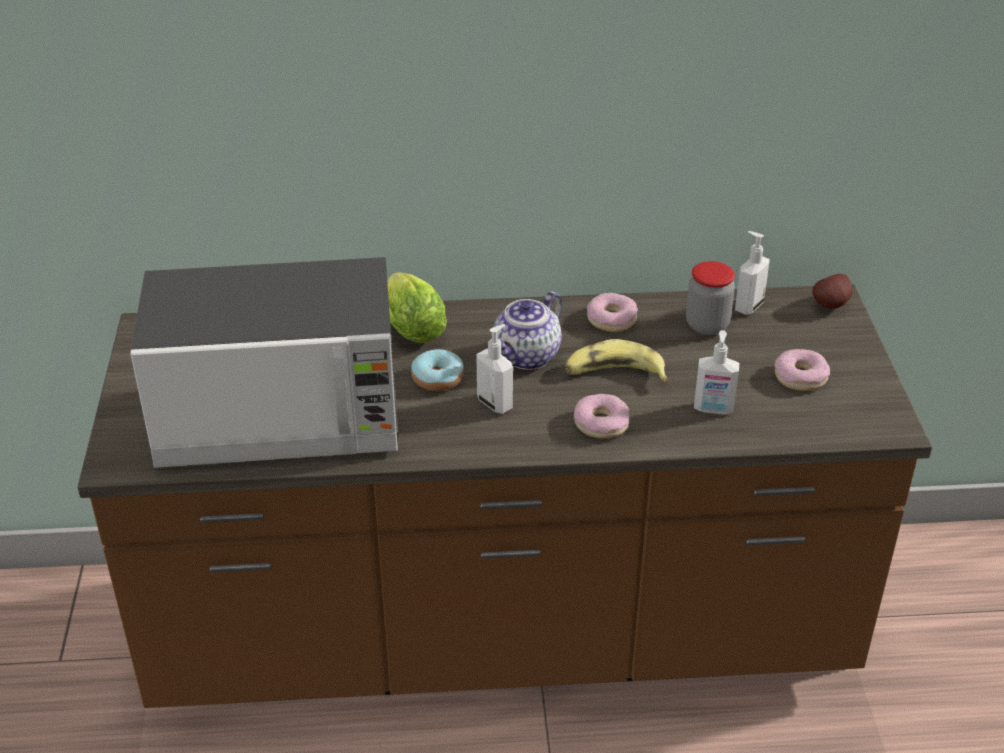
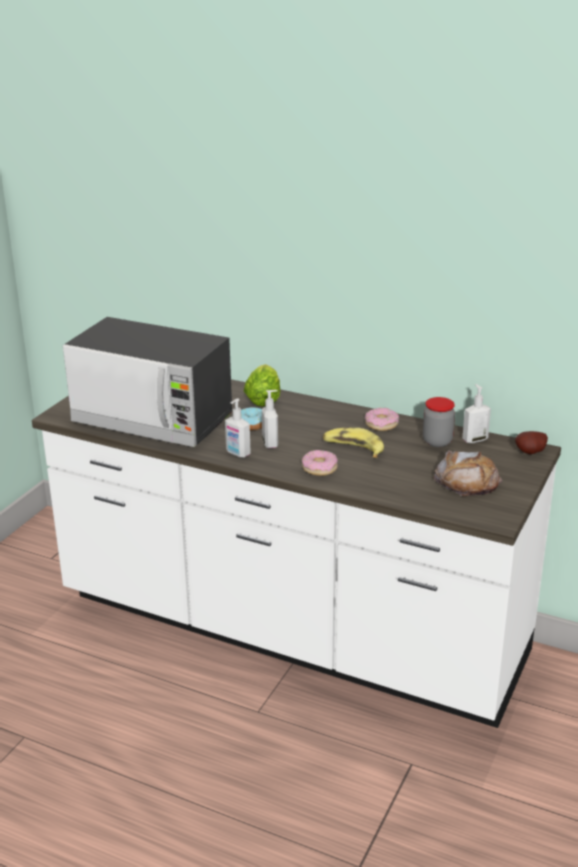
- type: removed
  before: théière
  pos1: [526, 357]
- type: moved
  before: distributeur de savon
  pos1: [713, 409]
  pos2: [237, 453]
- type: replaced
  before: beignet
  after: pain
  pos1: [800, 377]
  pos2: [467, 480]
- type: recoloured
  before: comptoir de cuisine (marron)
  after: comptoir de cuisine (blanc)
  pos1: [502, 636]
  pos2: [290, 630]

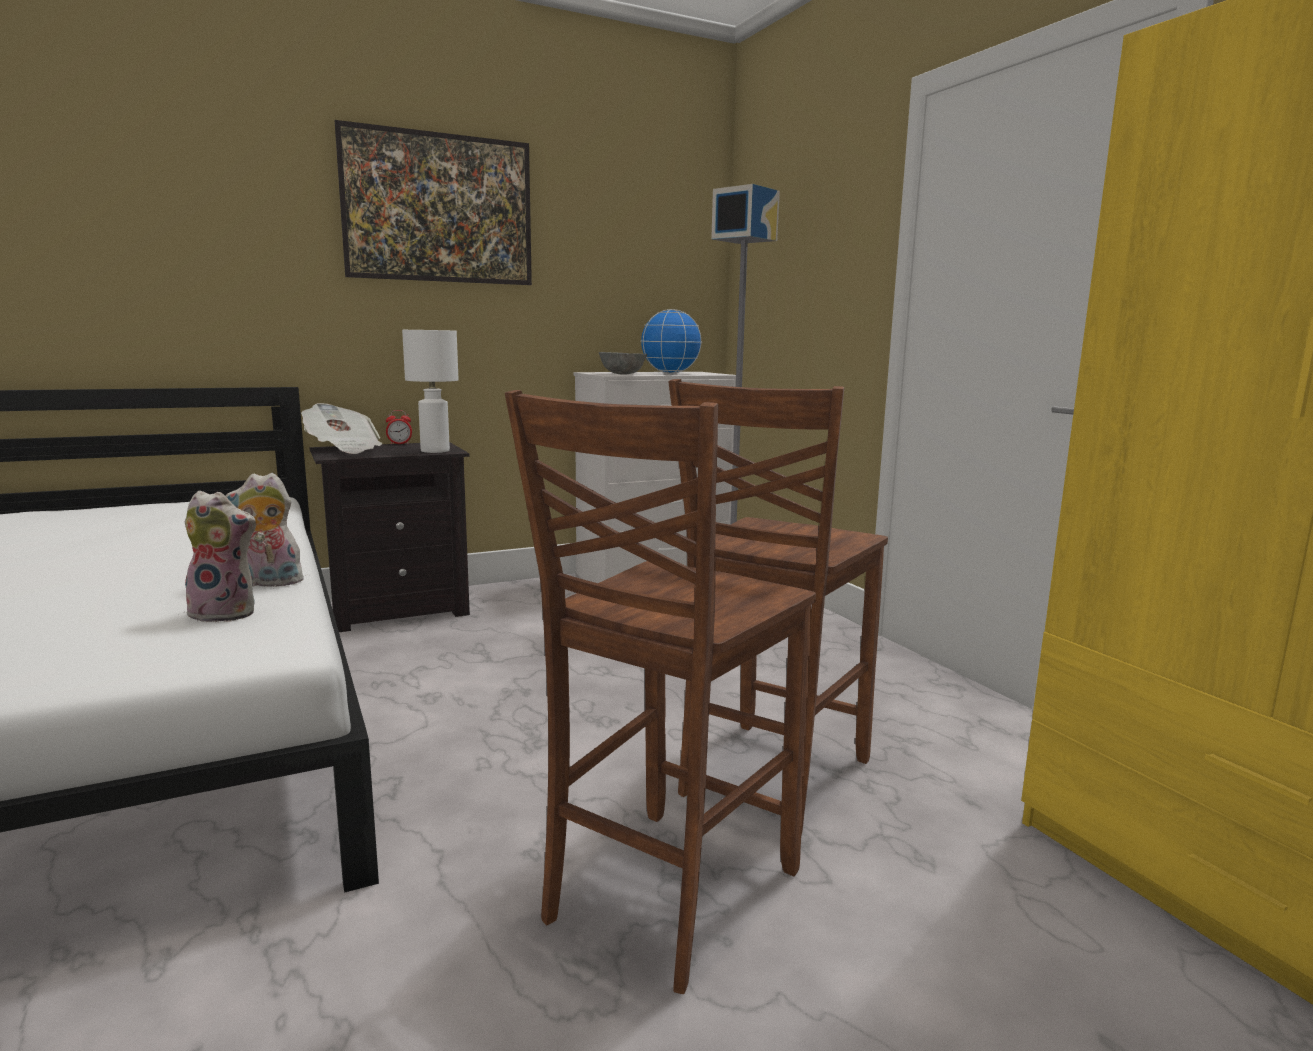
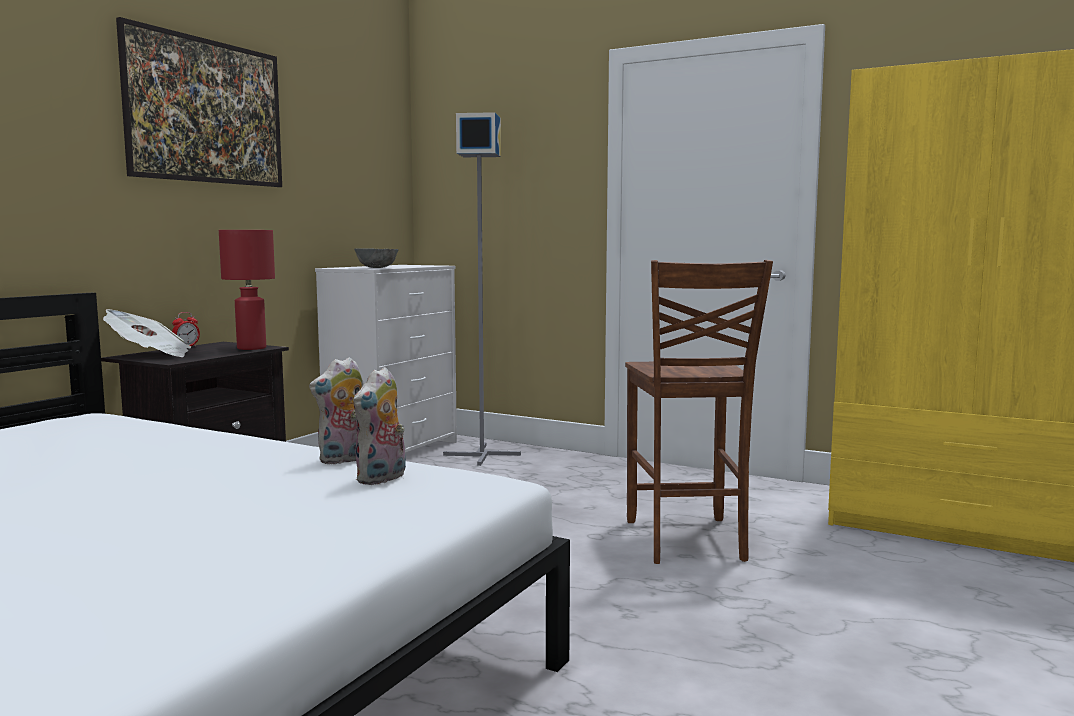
- type: removed
  before: chaise (marron)
  pos1: [665, 895]
- type: removed
  before: globe
  pos1: [670, 373]
- type: recoloured
  before: lampe de table (blanc)
  after: lampe de table (rouge)
  pos1: [436, 451]
  pos2: [252, 348]
- type: turned
  before: peluche
  pos1: [227, 613]
  pos2: [382, 479]
  turn: 150

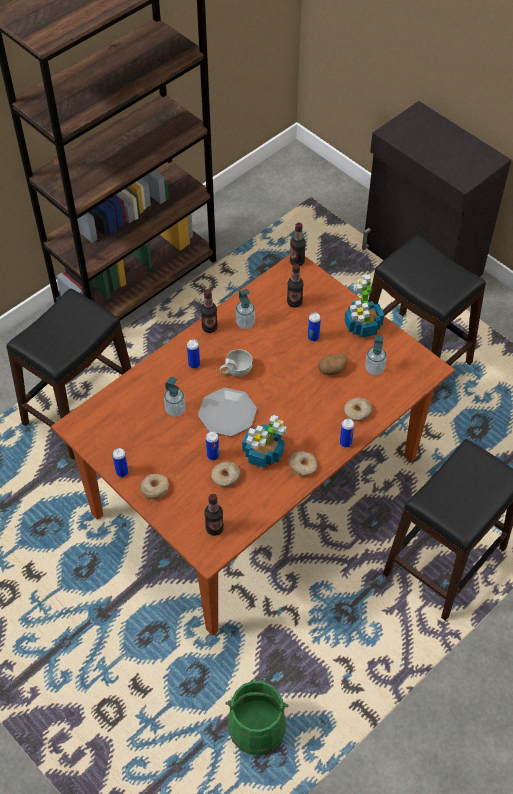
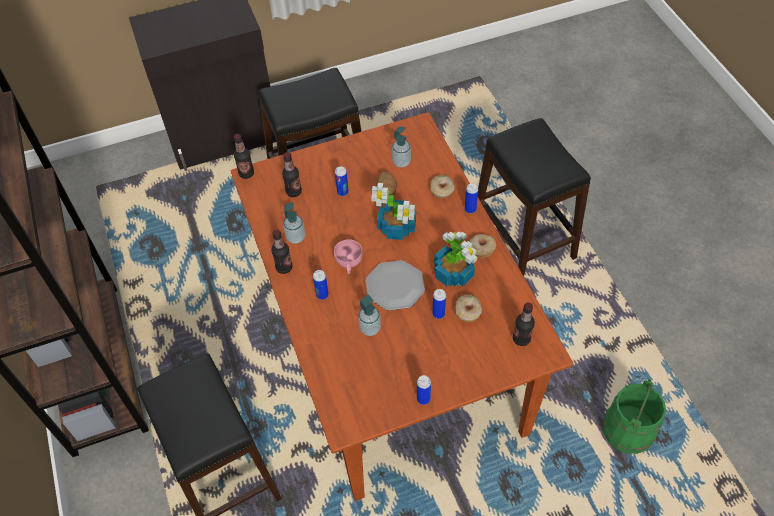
- type: removed
  before: beignet
  pos1: [155, 489]
- type: moved
  before: plante en pot
  pos1: [362, 326]
  pos2: [397, 228]
- type: recoloured
  before: tasse (blanc)
  after: tasse (rose)
  pos1: [235, 371]
  pos2: [349, 263]

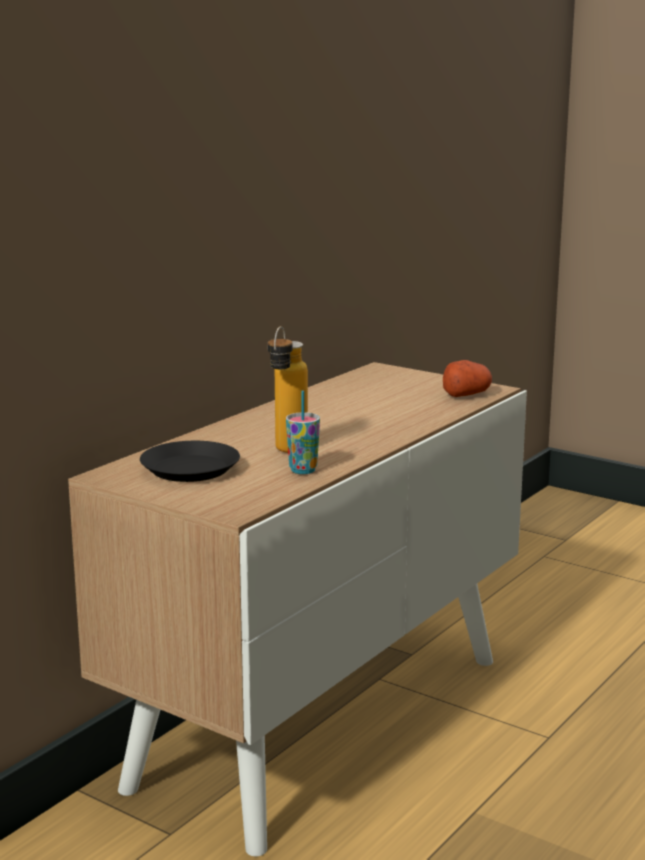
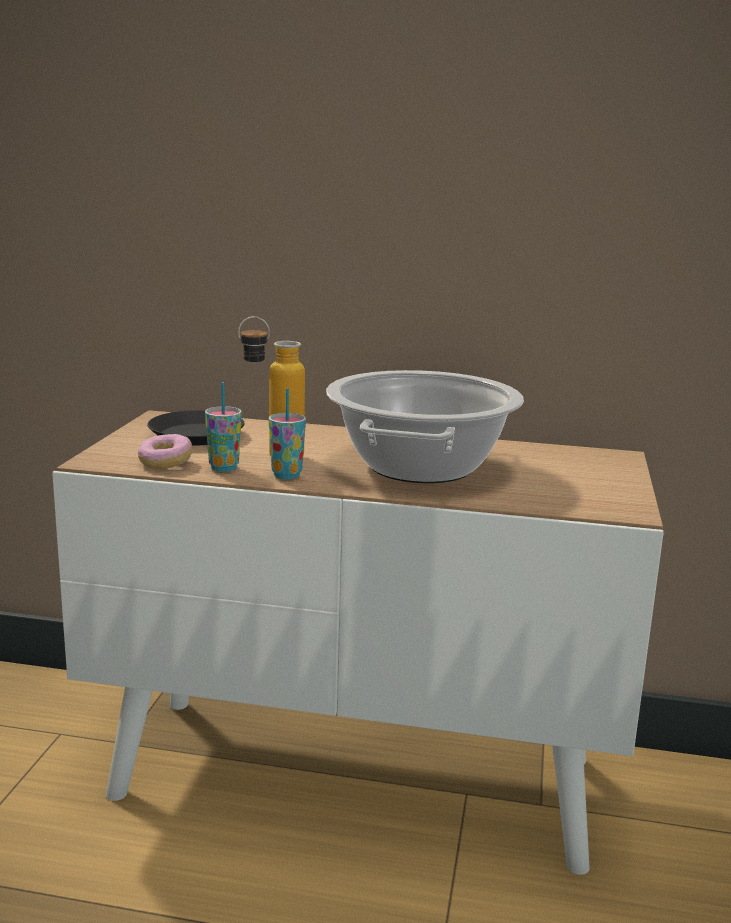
- type: removed
  before: pomme de terre
  pos1: [466, 394]
- type: added
  after: beignet
  pos2: [165, 463]
- type: added
  after: tasse
  pos2: [286, 475]
- type: added
  after: marmite
  pos2: [421, 467]

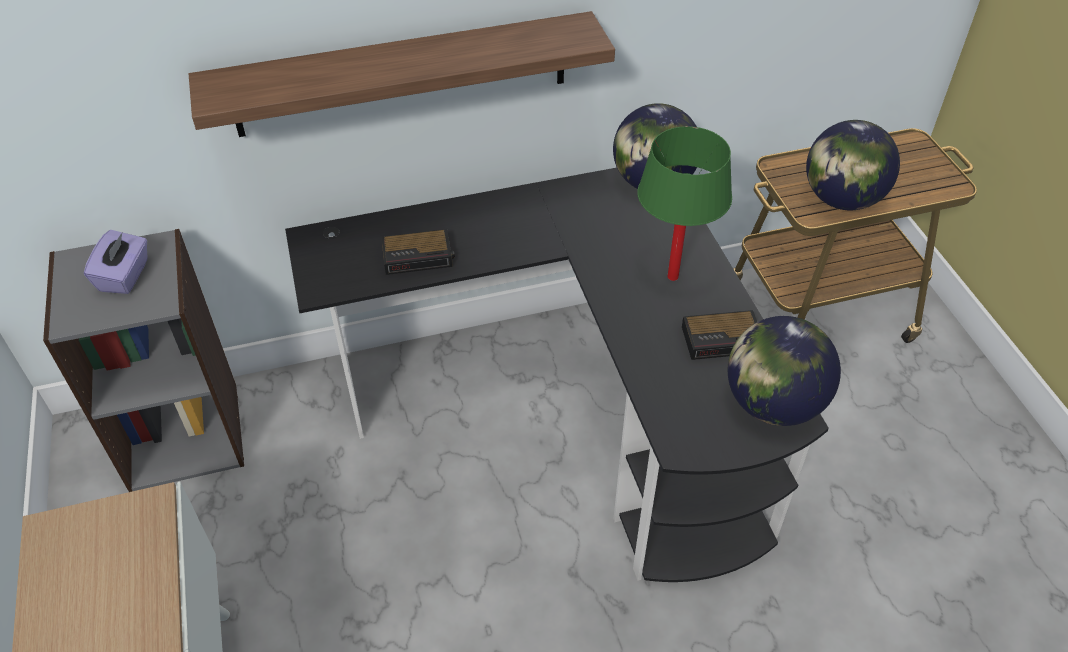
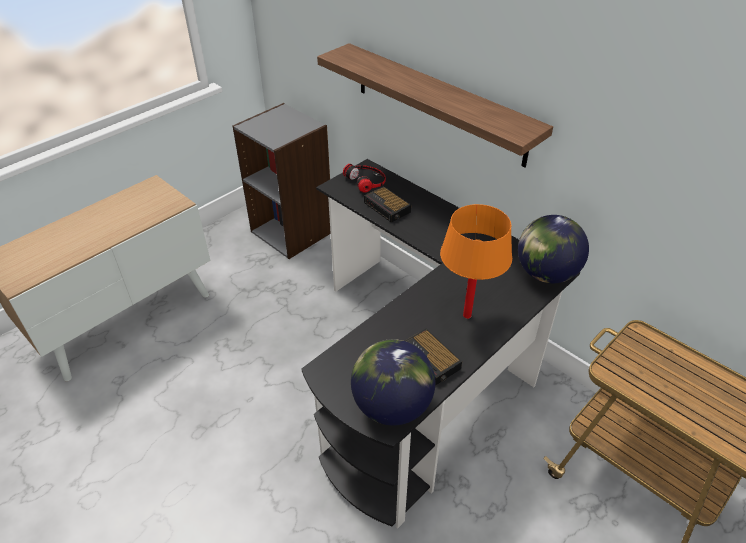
- type: removed
  before: boîte à mouchoirs (violet)
  pos1: [125, 276]
- type: removed
  before: globe
  pos1: [842, 200]
- type: added
  after: casque audio
  pos2: [366, 180]
- type: recoloured
  before: lampe de table (vert)
  after: lampe de table (orange)
  pos1: [673, 277]
  pos2: [467, 315]

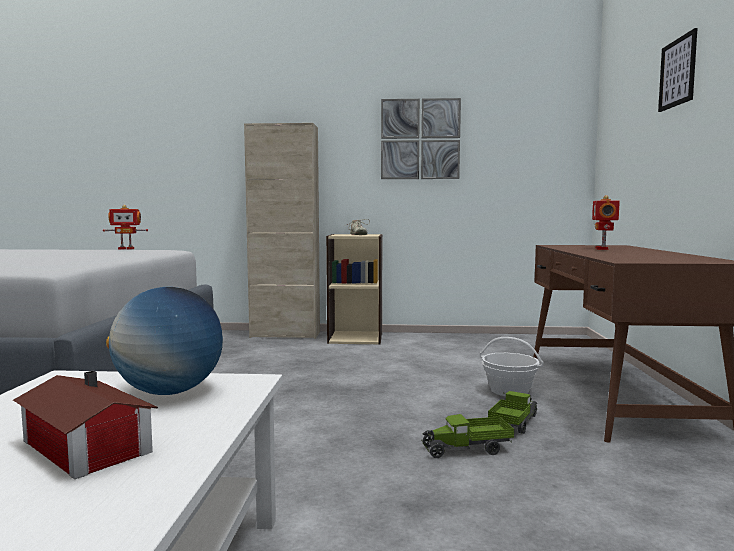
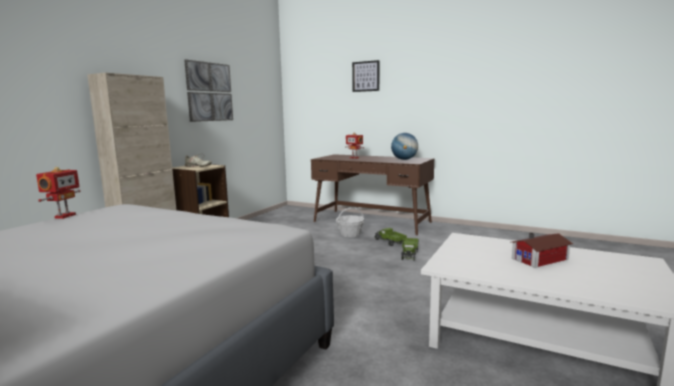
- type: moved
  before: globe
  pos1: [169, 392]
  pos2: [404, 159]

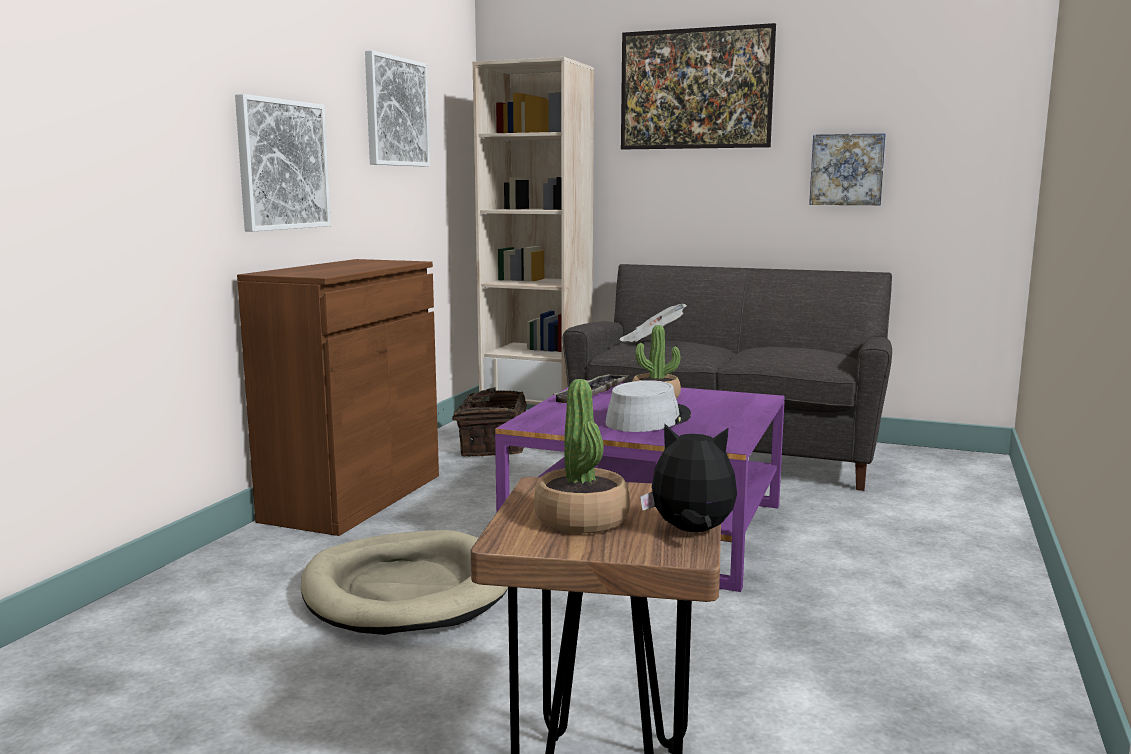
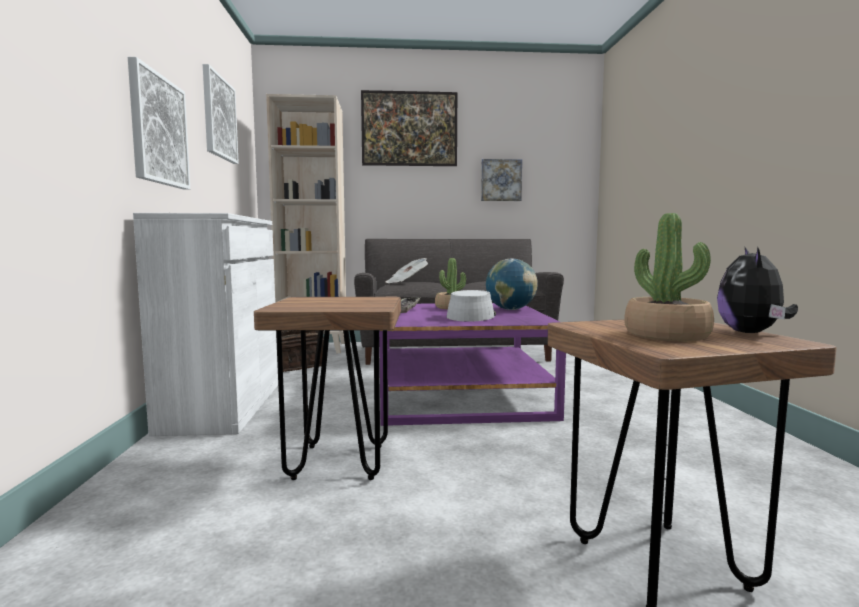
- type: added
  after: globe
  pos2: [510, 309]
- type: replaced
  before: panier pour chien (beige)
  after: tabouret (marron)
  pos1: [405, 590]
  pos2: [339, 461]
- type: recoloured
  before: meuble de rangement (marron)
  after: meuble de rangement (blanc)
  pos1: [354, 497]
  pos2: [223, 406]
- type: turned
  before: peluche
  pos1: [691, 532]
  pos2: [752, 333]
  turn: -60

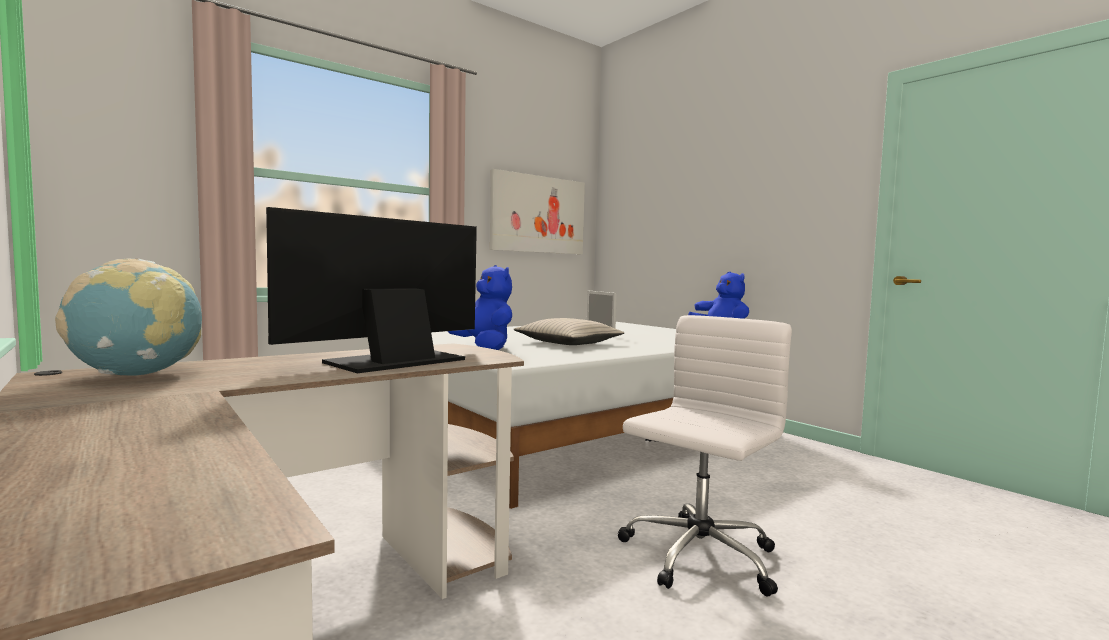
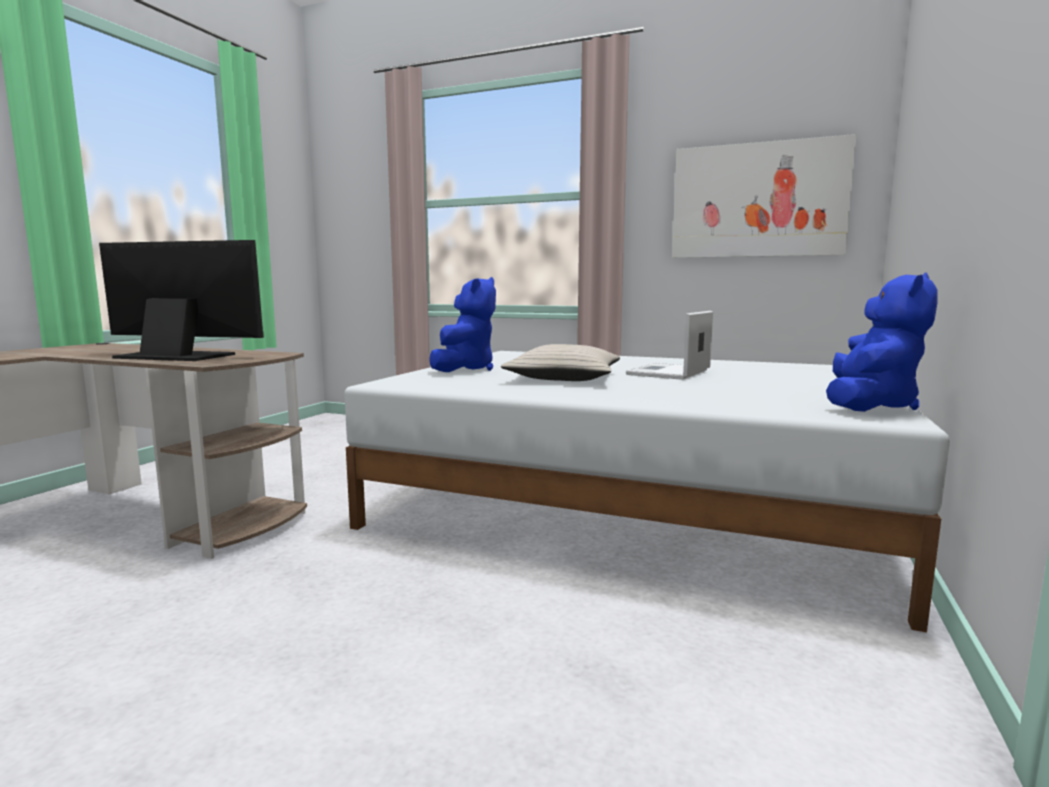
- type: removed
  before: globe
  pos1: [136, 375]
- type: removed
  before: chaise de bureau (blanc)
  pos1: [697, 557]

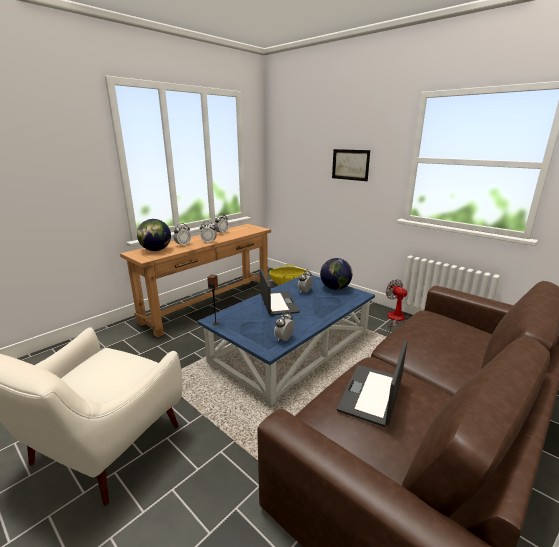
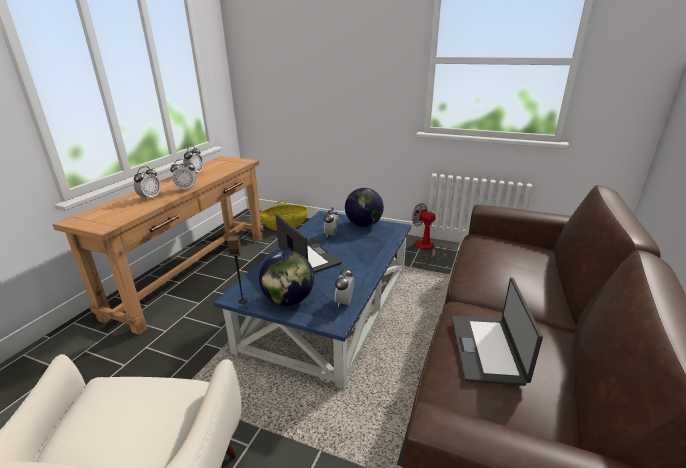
- type: removed
  before: tableau
  pos1: [350, 164]
- type: moved
  before: globe
  pos1: [156, 250]
  pos2: [288, 300]

